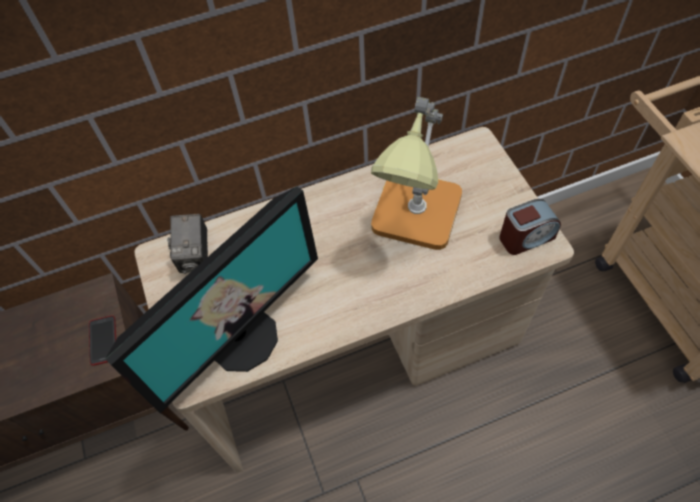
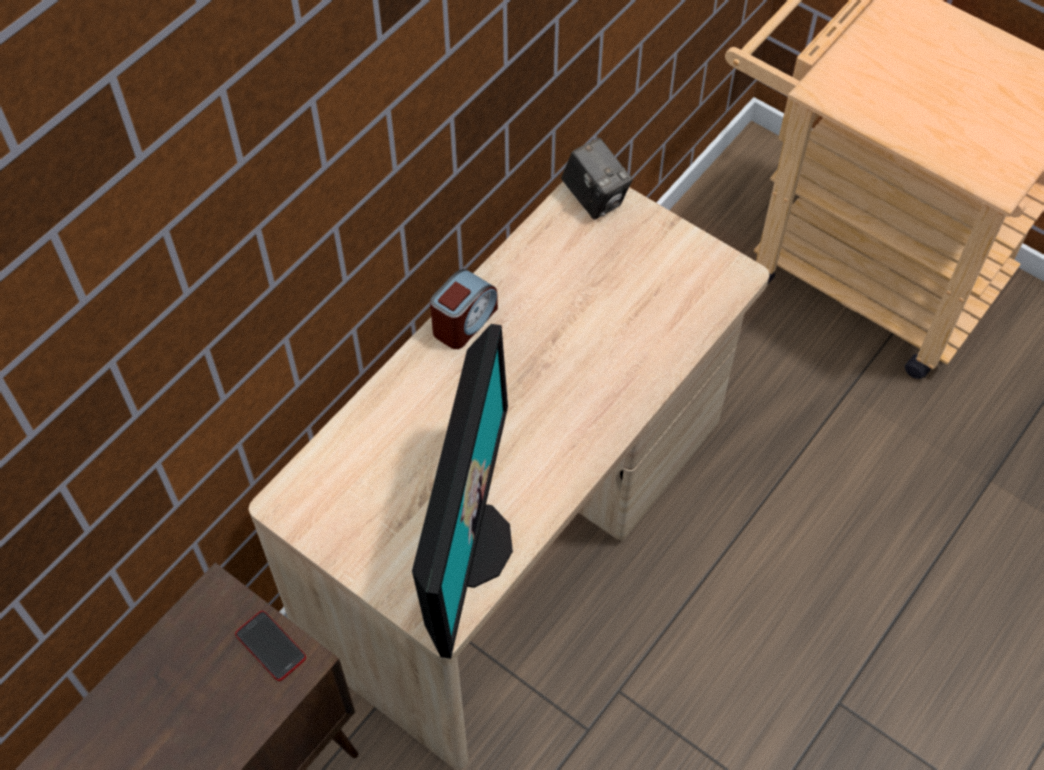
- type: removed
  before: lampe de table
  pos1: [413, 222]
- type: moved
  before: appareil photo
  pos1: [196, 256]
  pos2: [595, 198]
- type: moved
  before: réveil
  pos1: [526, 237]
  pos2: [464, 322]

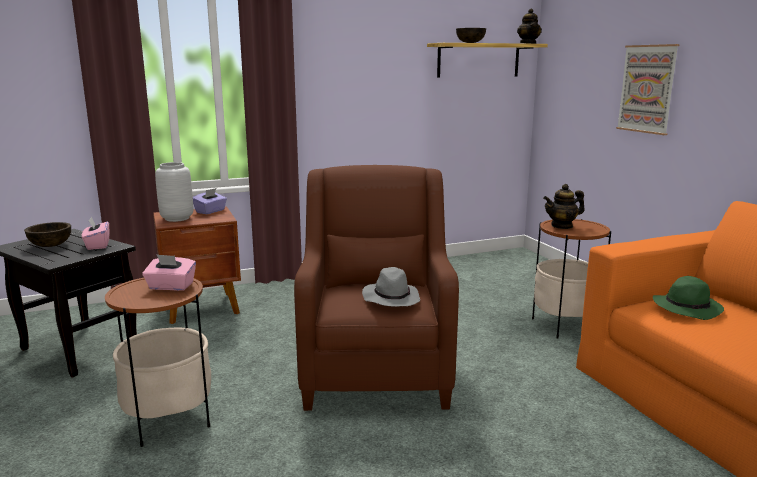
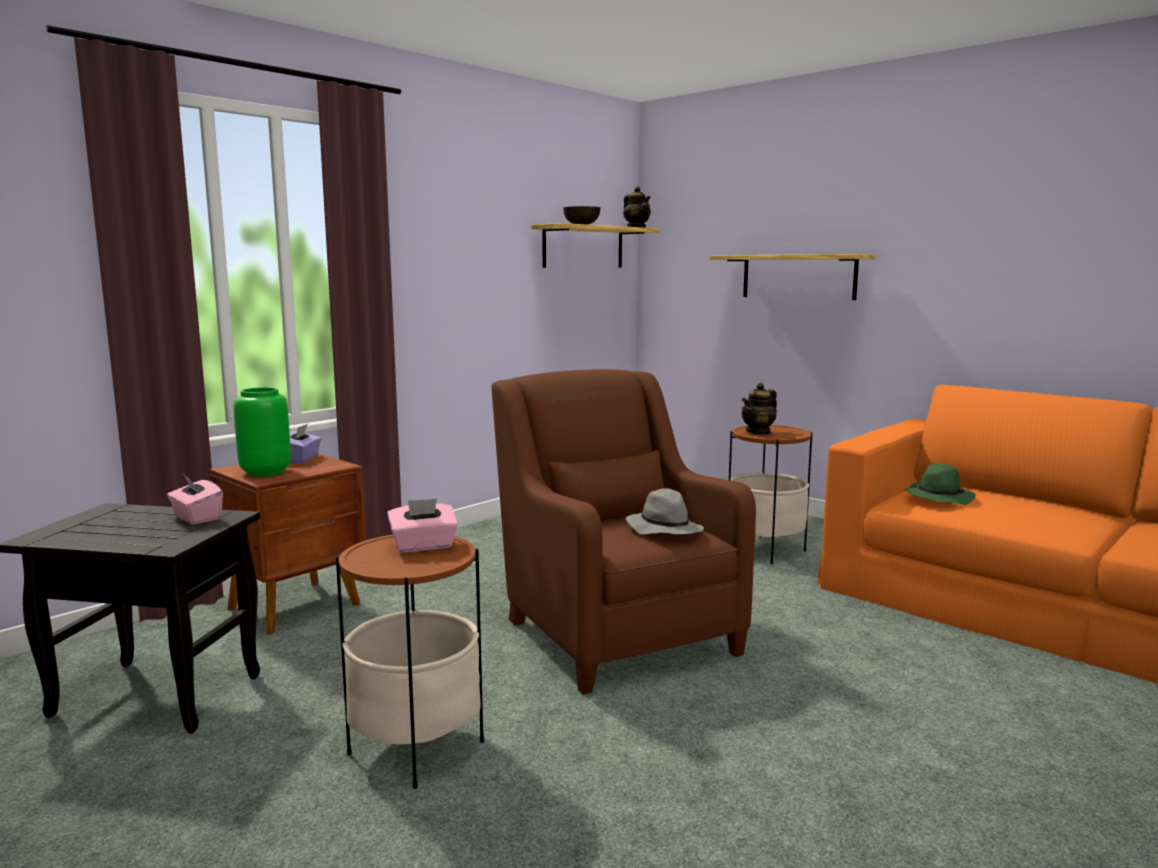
- type: removed
  before: bol (marron)
  pos1: [51, 245]
- type: replaced
  before: tableau
  after: étagère
  pos1: [647, 89]
  pos2: [798, 276]
- type: recoloured
  before: vase (gris)
  after: vase (vert)
  pos1: [176, 218]
  pos2: [264, 472]

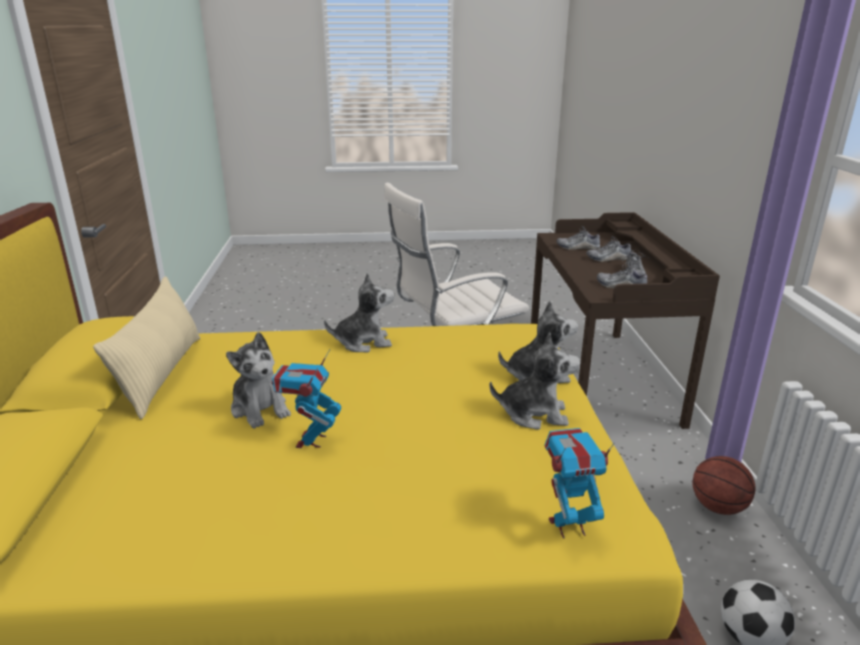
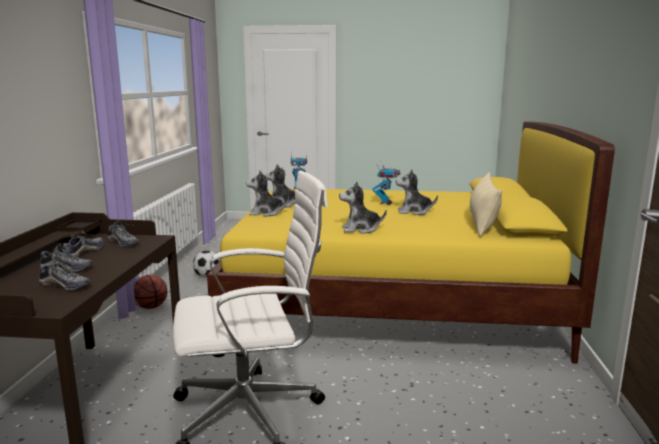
- type: turned
  before: peluche
  pos1: [260, 409]
  pos2: [414, 212]
  turn: -60

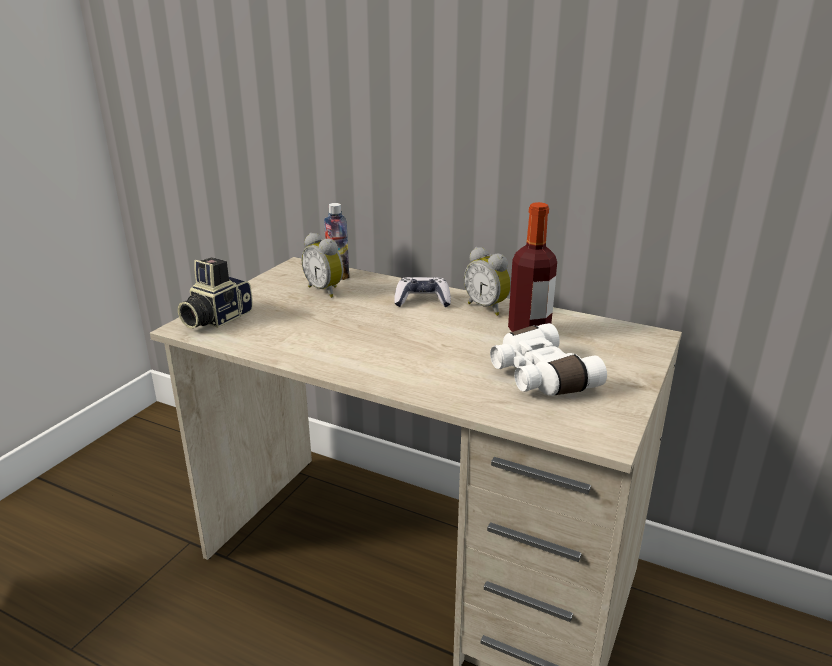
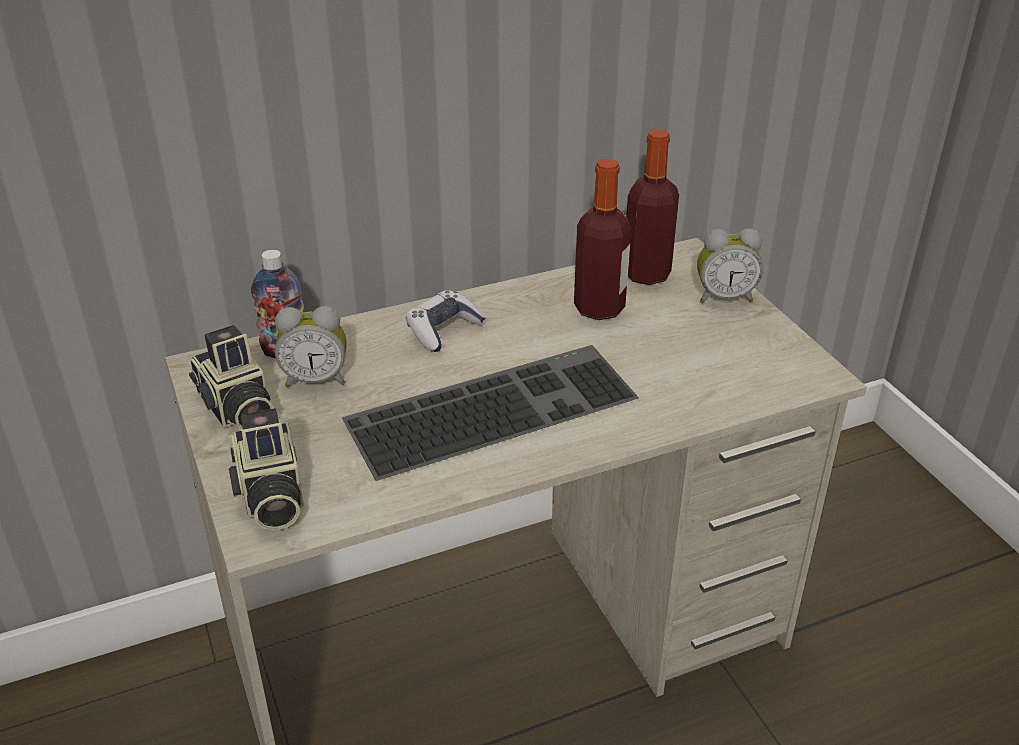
- type: removed
  before: jumelles (blanc)
  pos1: [538, 377]
- type: added
  after: appareil photo
  pos2: [236, 410]
- type: added
  after: clavier
  pos2: [493, 406]
- type: added
  after: bouteille
  pos2: [646, 274]
- type: moved
  before: réveil
  pos1: [488, 307]
  pos2: [724, 297]

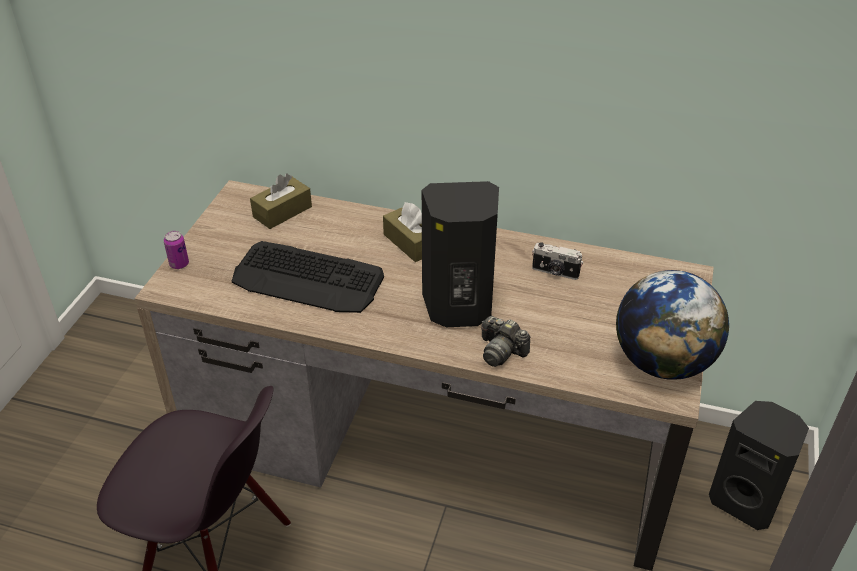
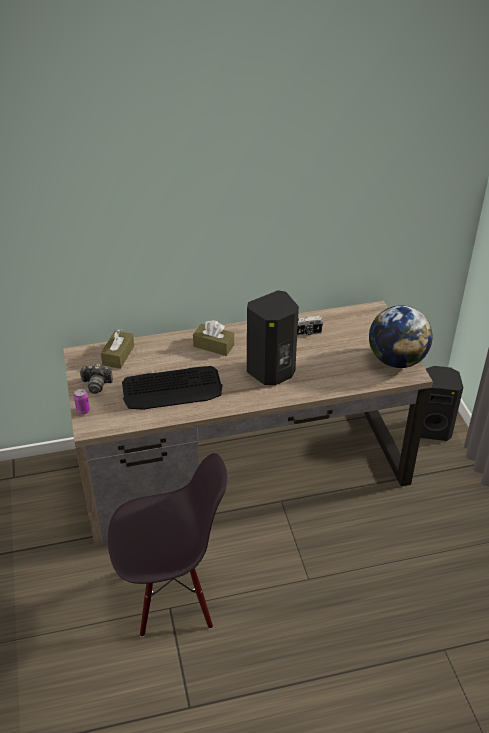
- type: moved
  before: appareil photo
  pos1: [501, 351]
  pos2: [96, 384]

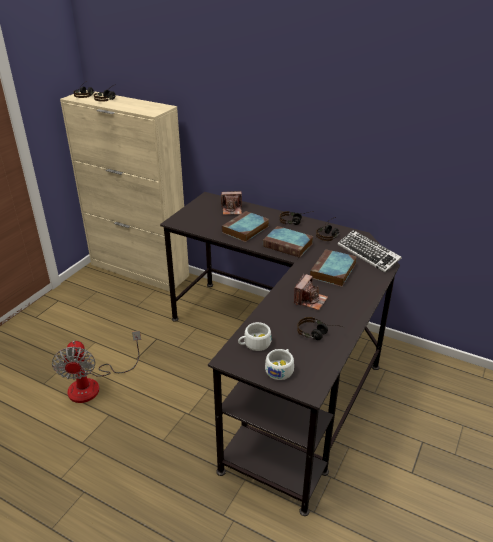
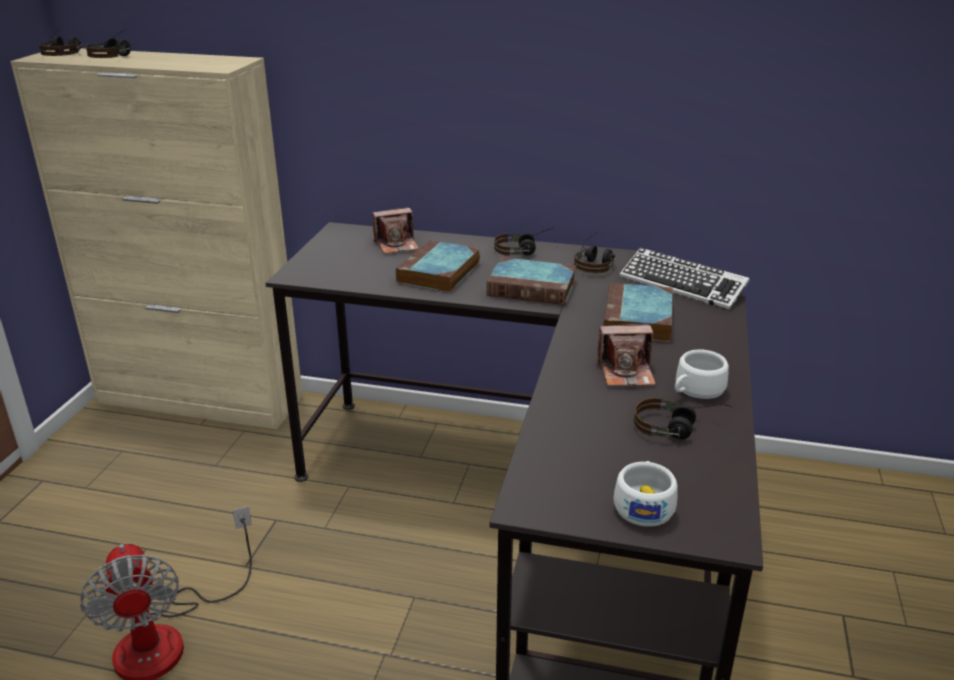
- type: moved
  before: tasse (blanc)
  pos1: [254, 344]
  pos2: [695, 390]
- type: turned
  before: appareil photo
  pos1: [310, 300]
  pos2: [626, 372]
  turn: 75

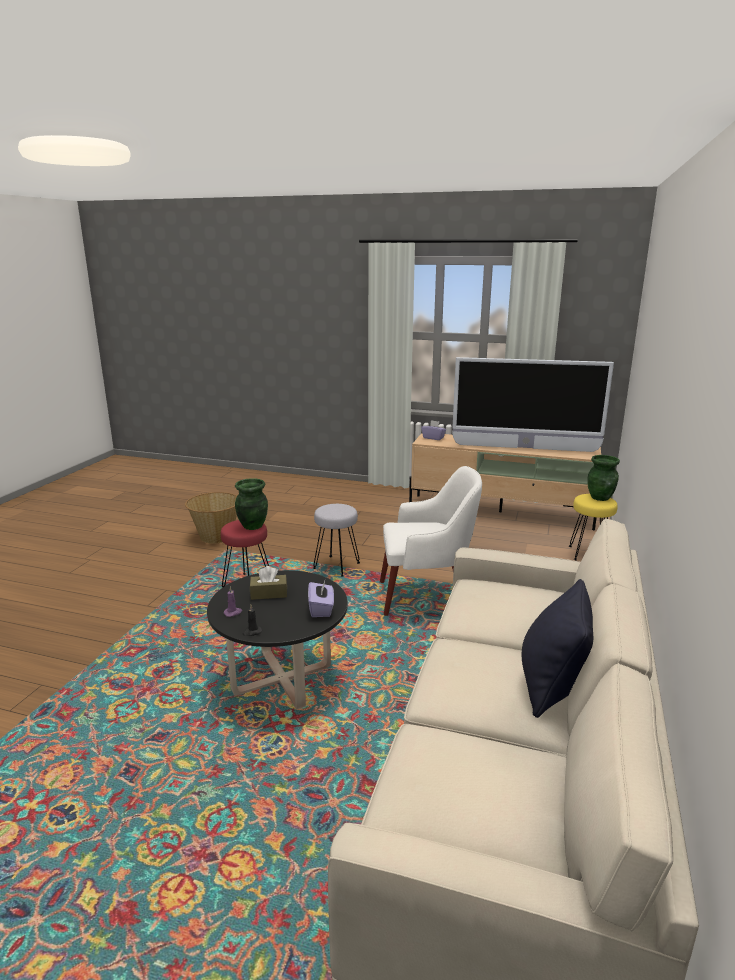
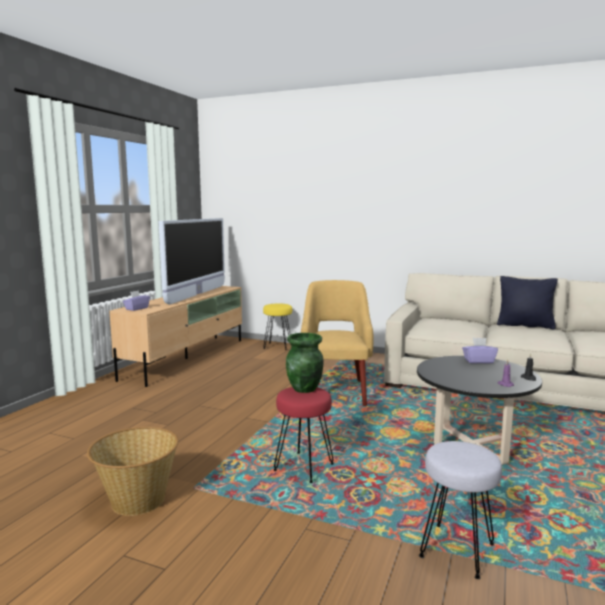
- type: removed
  before: boîte à mouchoirs (marron)
  pos1: [269, 593]
- type: removed
  before: vase (vert)
  pos1: [600, 497]
- type: moved
  before: tabouret (gris)
  pos1: [337, 566]
  pos2: [457, 550]
- type: recoloured
  before: fauteuil (blanc)
  after: fauteuil (jaune)
  pos1: [427, 597]
  pos2: [336, 391]

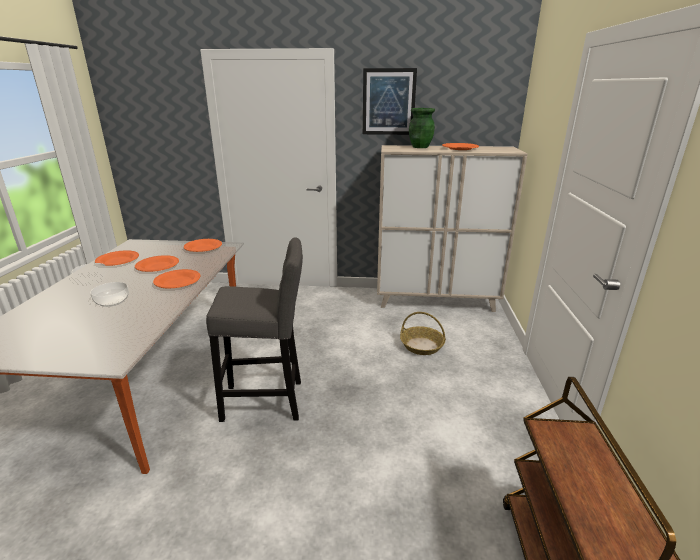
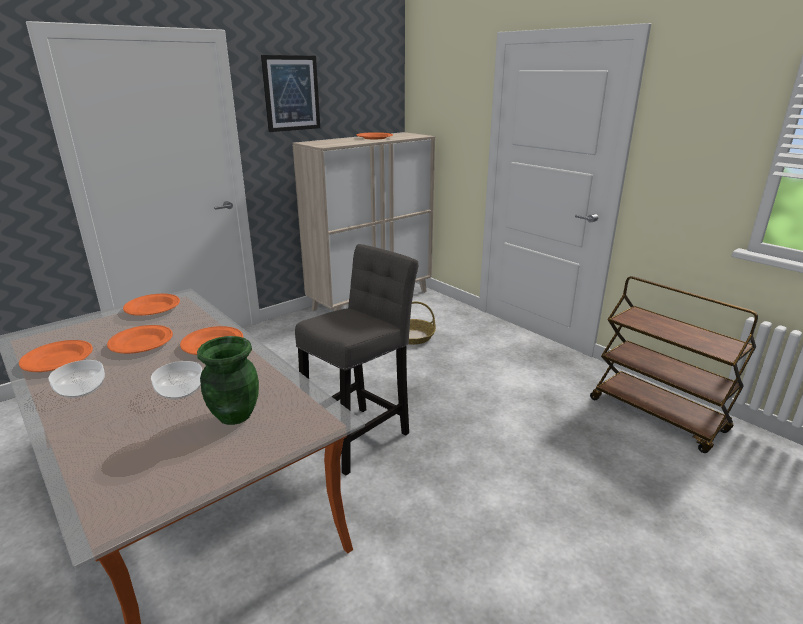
- type: moved
  before: vase (vert)
  pos1: [420, 147]
  pos2: [234, 415]

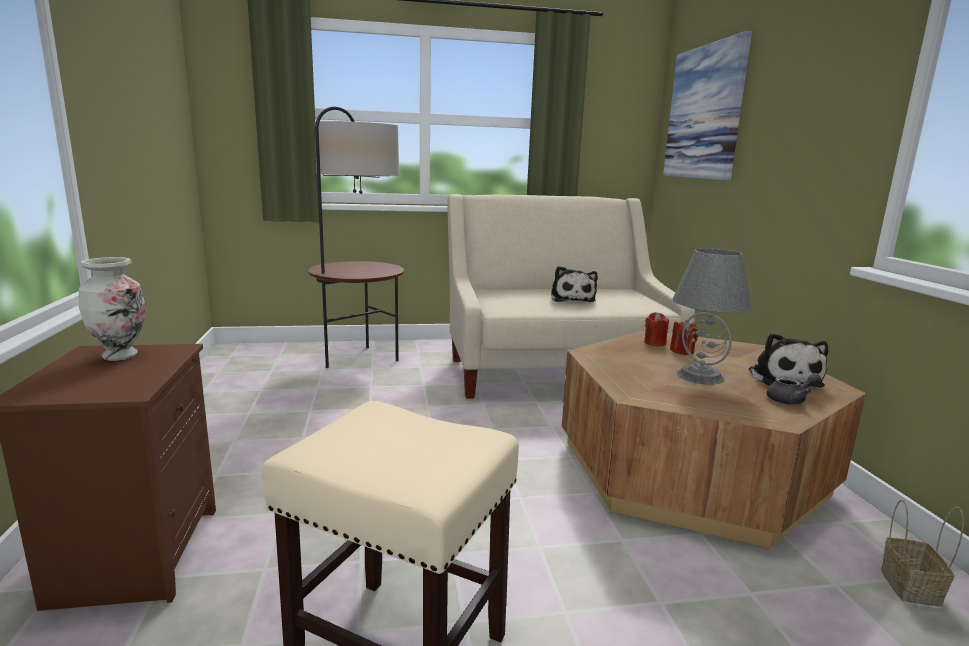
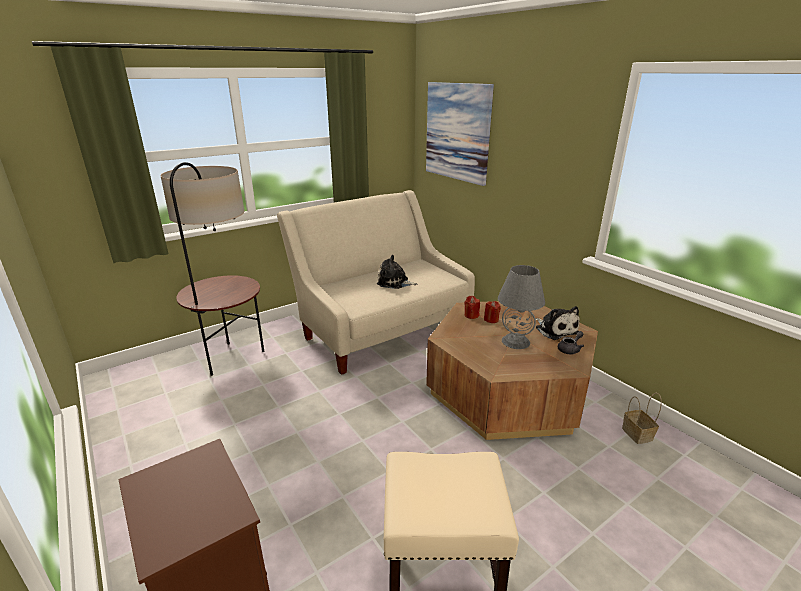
- type: removed
  before: vase
  pos1: [120, 356]
- type: turned
  before: peluche
  pos1: [572, 299]
  pos2: [394, 282]
  turn: 135

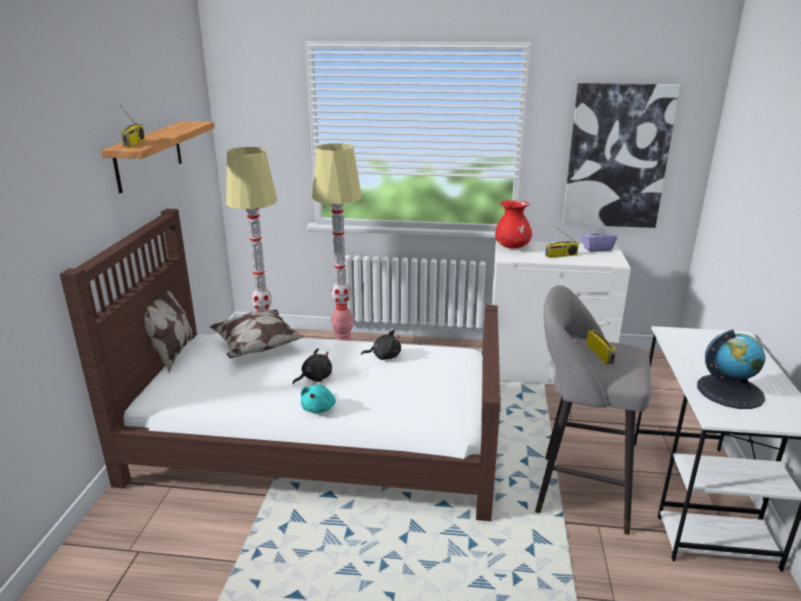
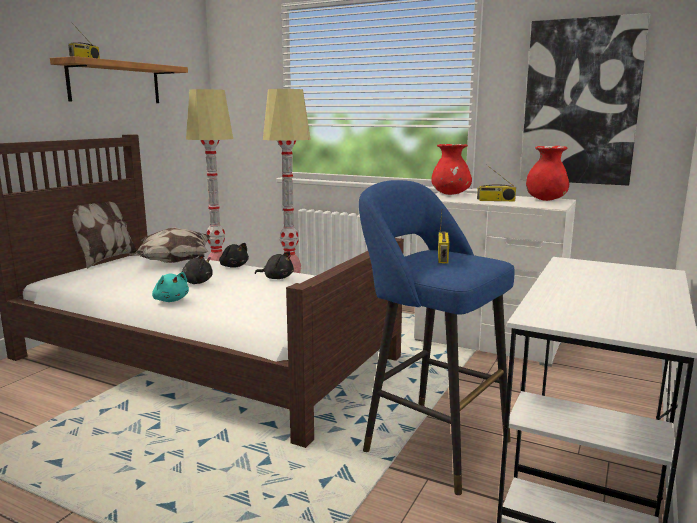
- type: removed
  before: globe
  pos1: [730, 391]
- type: added
  after: peluche (noir)
  pos2: [233, 266]
- type: replaced
  before: boîte à mouchoirs (violet)
  after: vase (rouge)
  pos1: [597, 249]
  pos2: [546, 200]
- type: recoloured
  before: tabouret (gris)
  after: tabouret (bleu)
  pos1: [576, 491]
  pos2: [429, 443]
- type: turned
  before: peluche (turquoise)
  pos1: [319, 408]
  pos2: [171, 300]
  turn: -75

